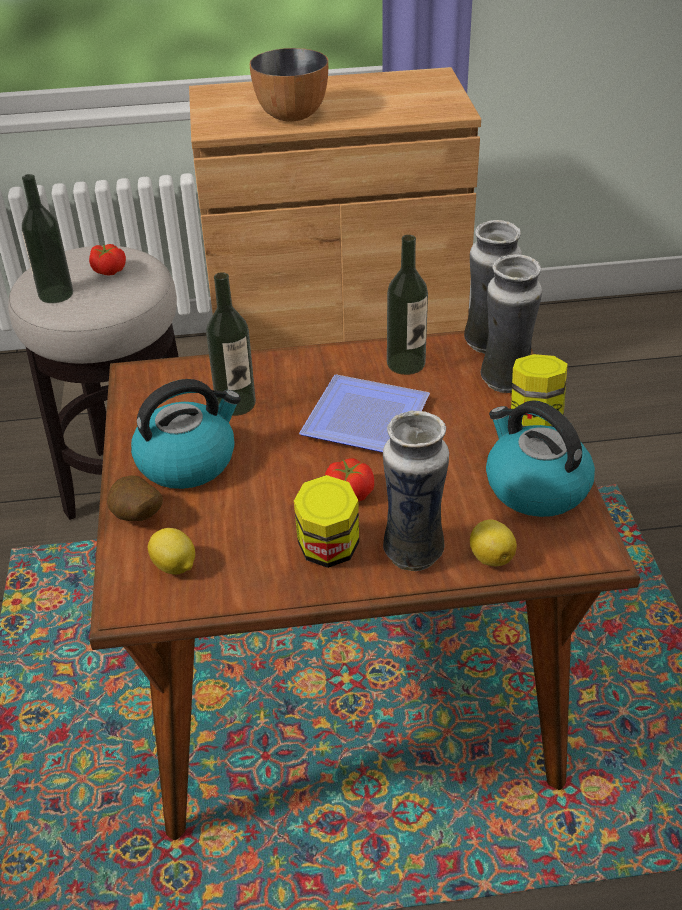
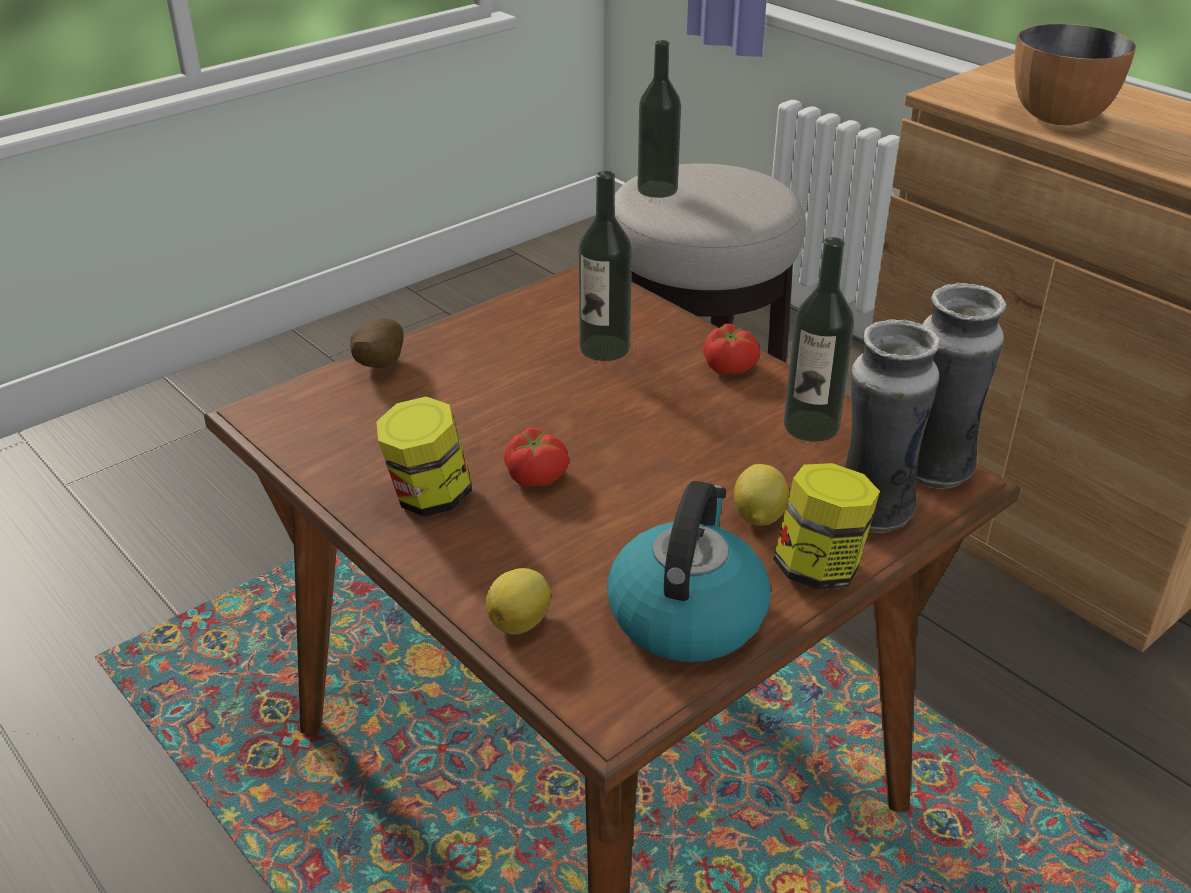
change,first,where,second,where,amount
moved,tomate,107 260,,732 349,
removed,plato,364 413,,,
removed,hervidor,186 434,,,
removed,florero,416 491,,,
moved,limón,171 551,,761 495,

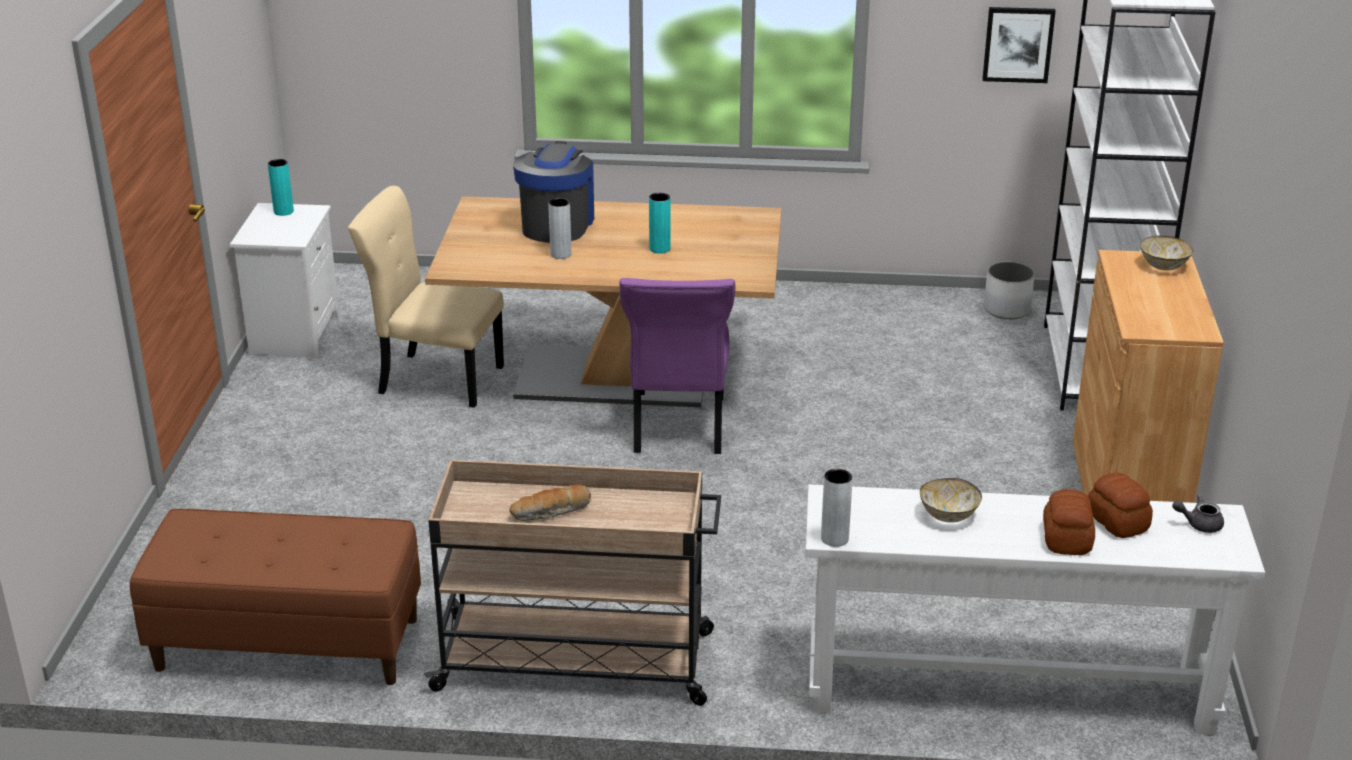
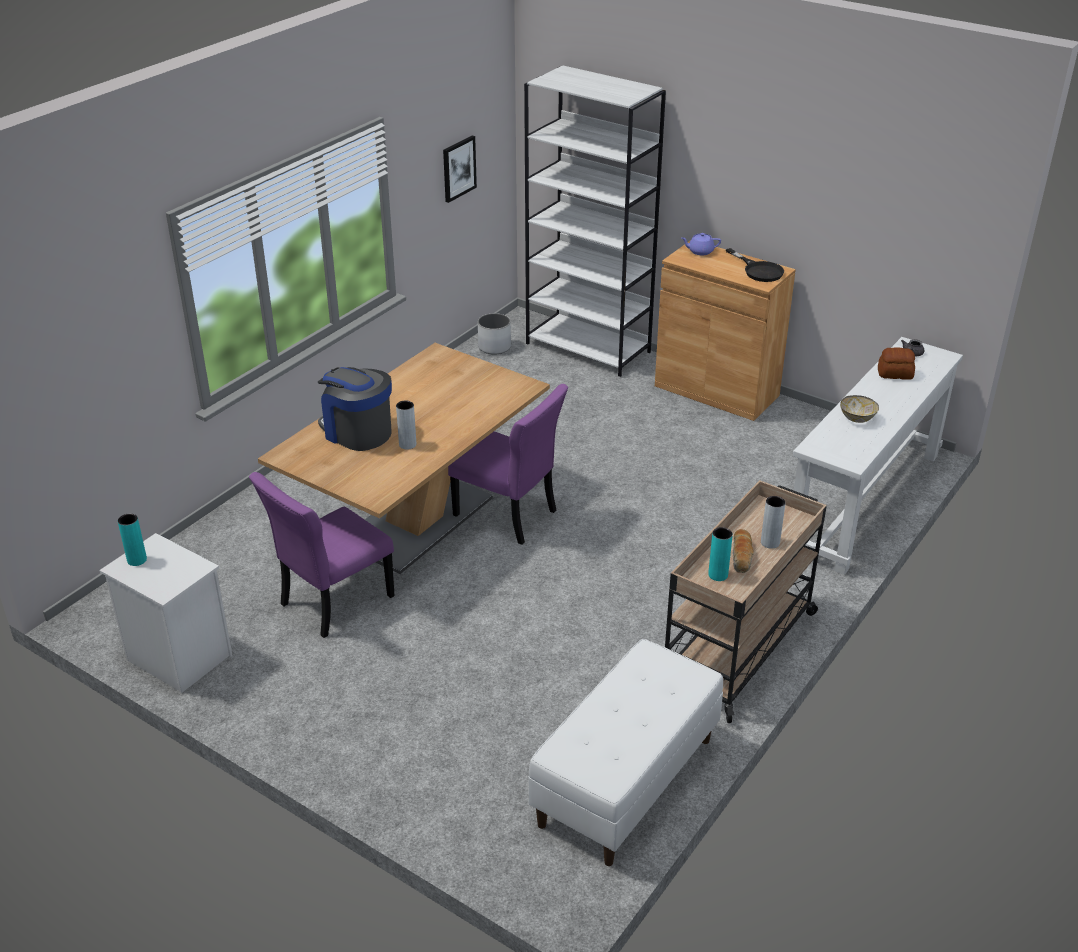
change,first,where,second,where,amount
recoloured,silla/beis,426 297,silla/morado,321 555,
moved,florero/turquesa,659 223,,720 554,
replaced,cuenco,1166 253,tetera/morado,701 244,
moved,florero/gris,837 508,,773 522,
removed,pan,1069 522,,,
recoloured,banco/marrón,275 597,banco/blanco,625 752,
added,,,sartén/negro,755 265,

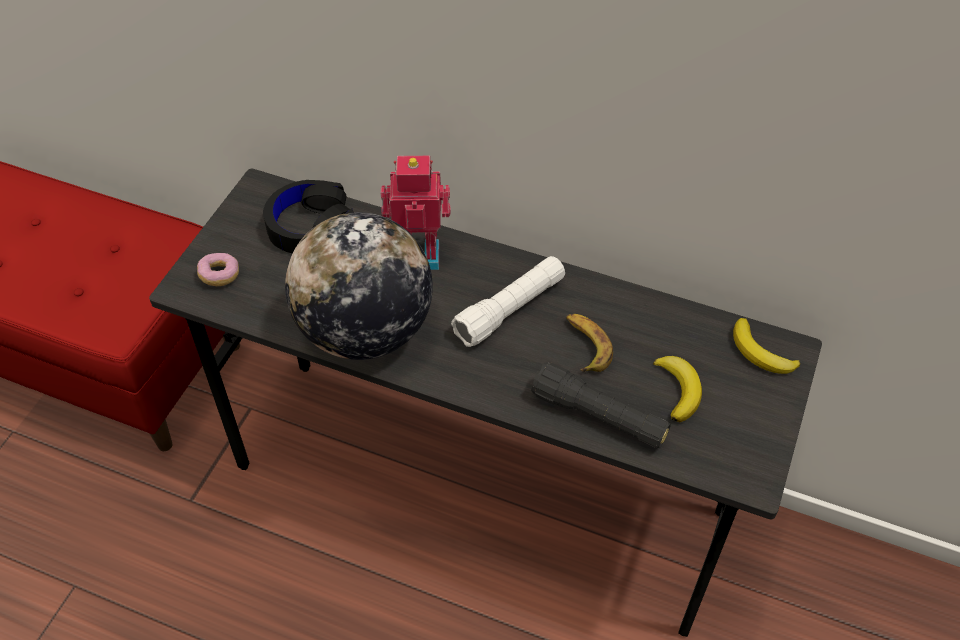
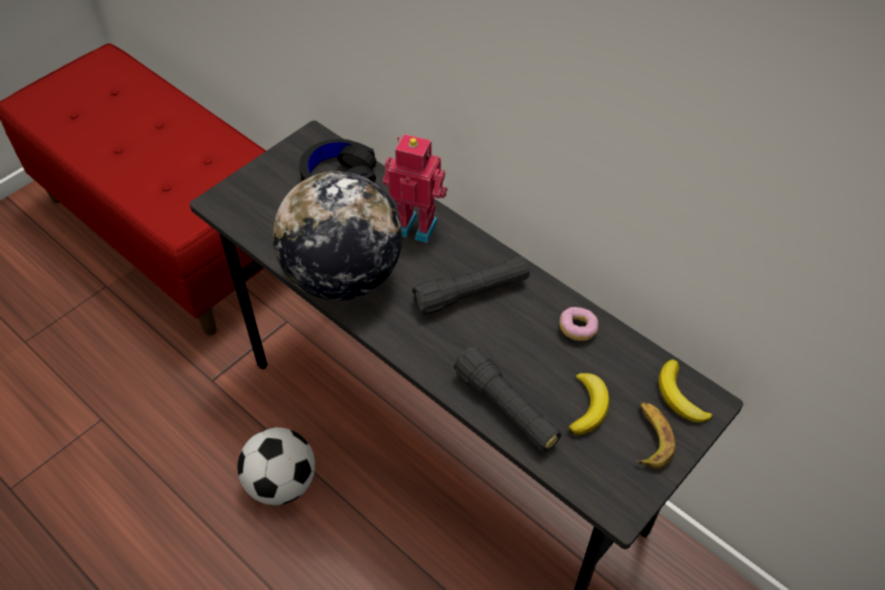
change,first,where,second,where,amount
moved,rosquilla,218 269,,578 324,
recoloured,linterna/blanco,508 301,linterna/negro,471 286,
moved,plátano,589 343,,656 435,
added,,,balón de fútbol,276 466,

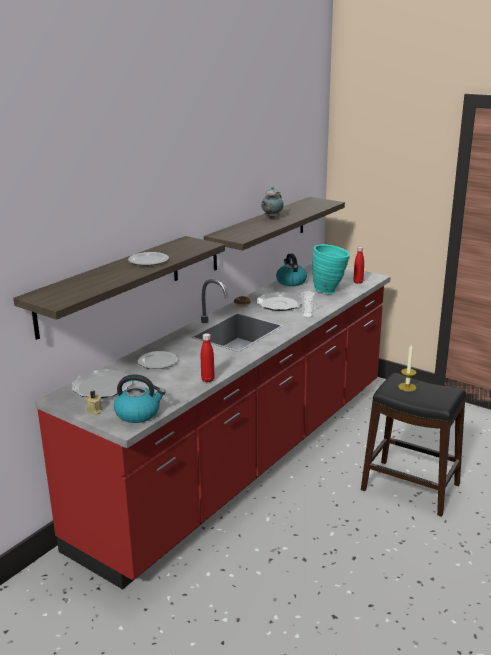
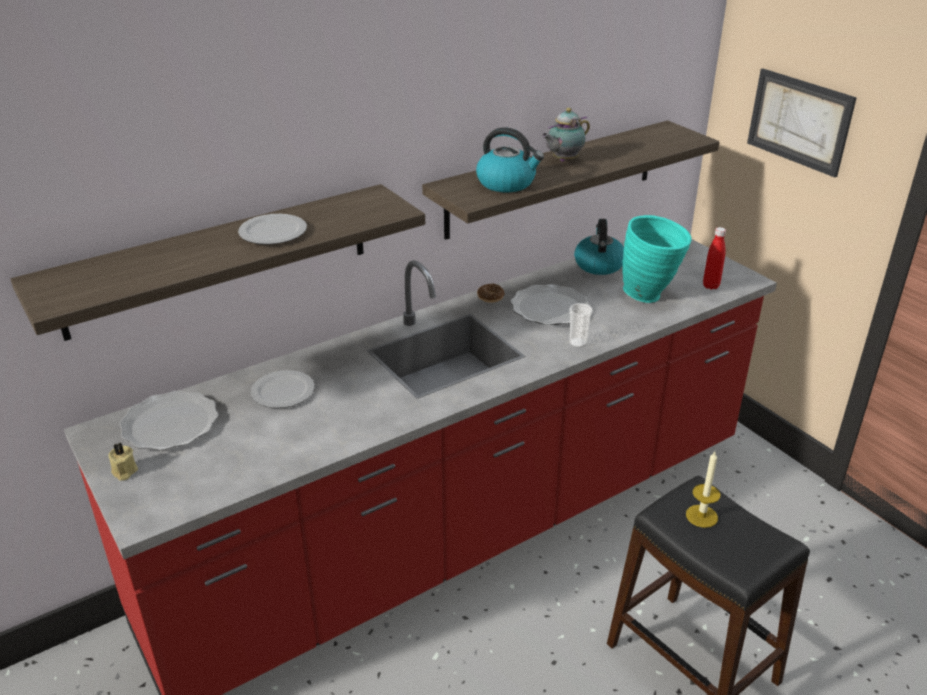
change,first,where,second,where,amount
removed,botella/rojo,208 357,,,
moved,hervidor,140 398,,510 159,
added,,,cuadro,802 123,

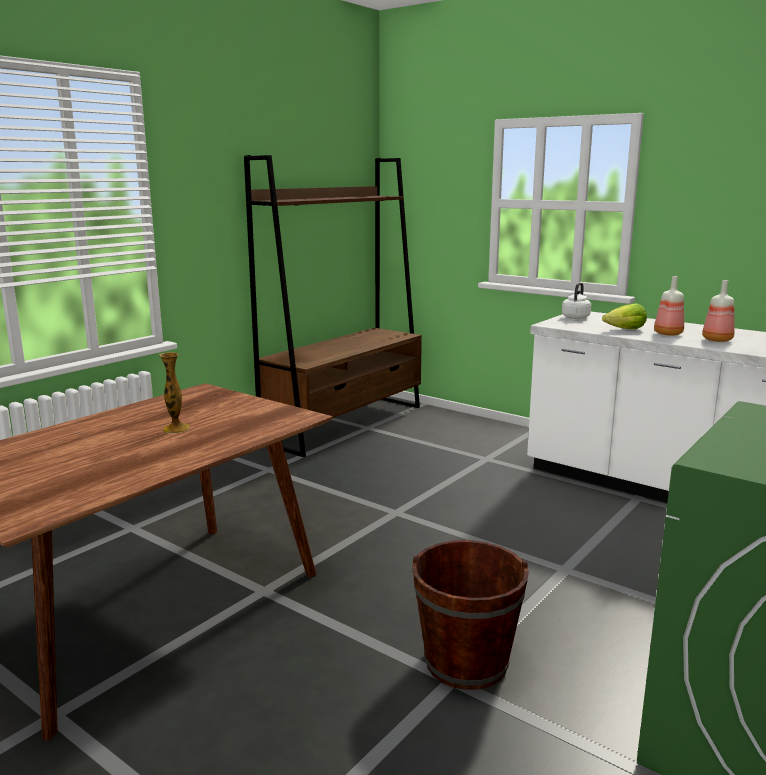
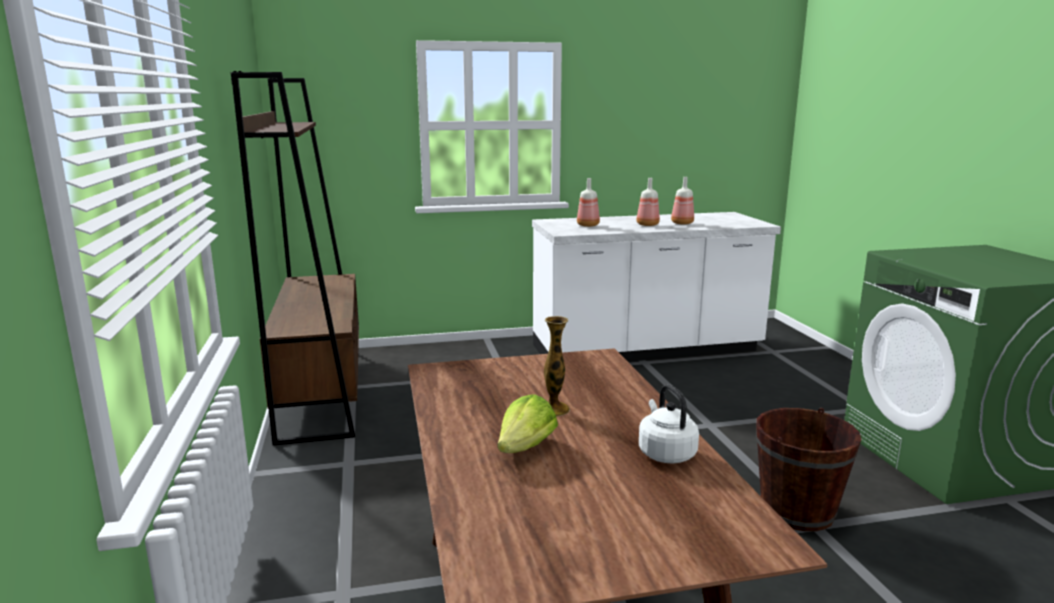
change,first,where,second,where,amount
moved,hervidor/blanco,576 301,,669 424,
moved,lechuga,624 316,,528 423,
added,,,botella,588 202,

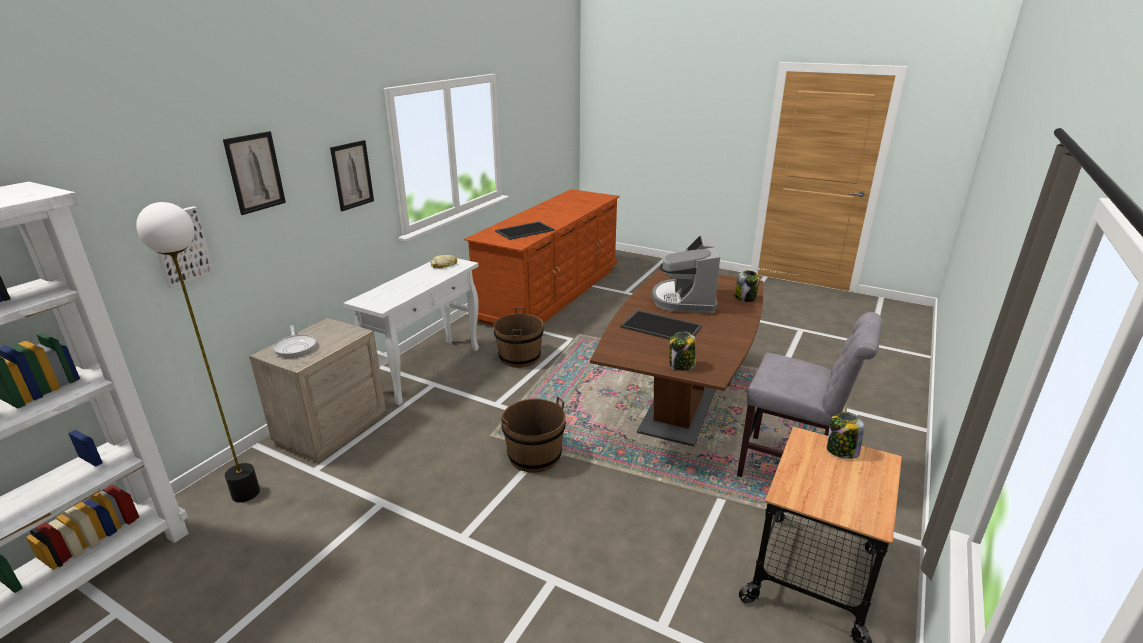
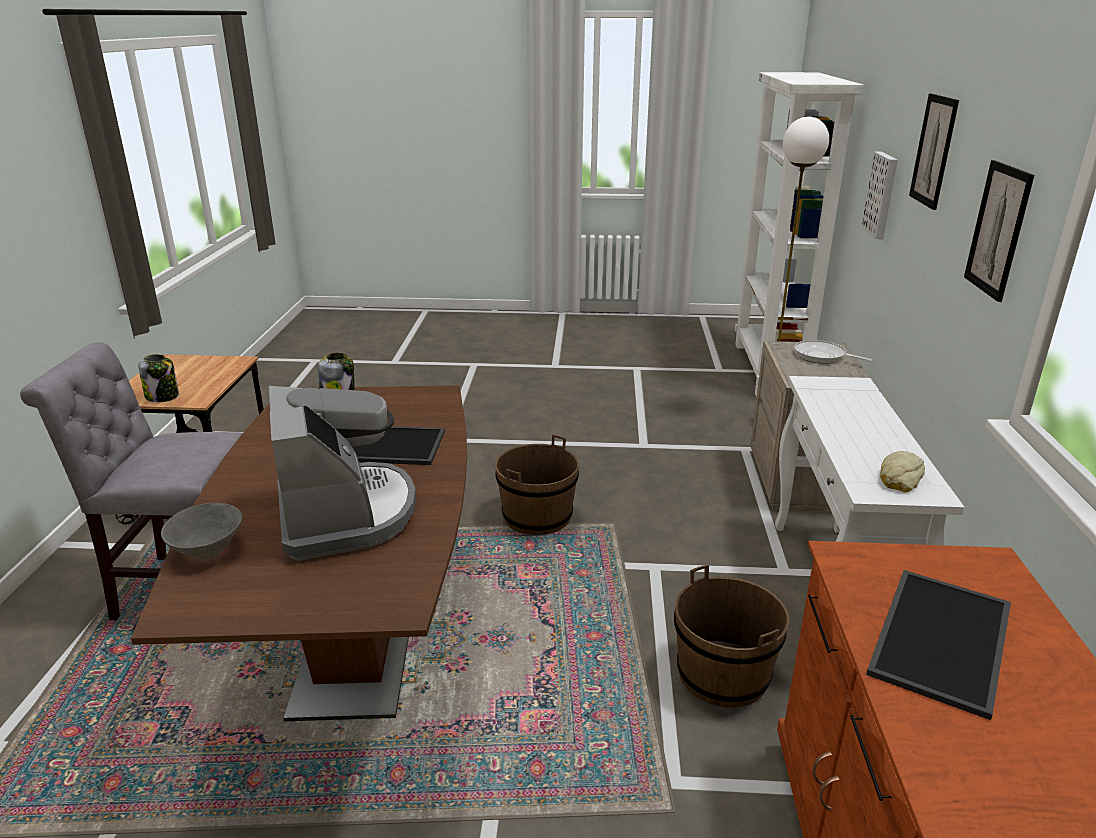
change,first,where,second,where,amount
replaced,tarro,747 286,cuenco/gris,201 531,

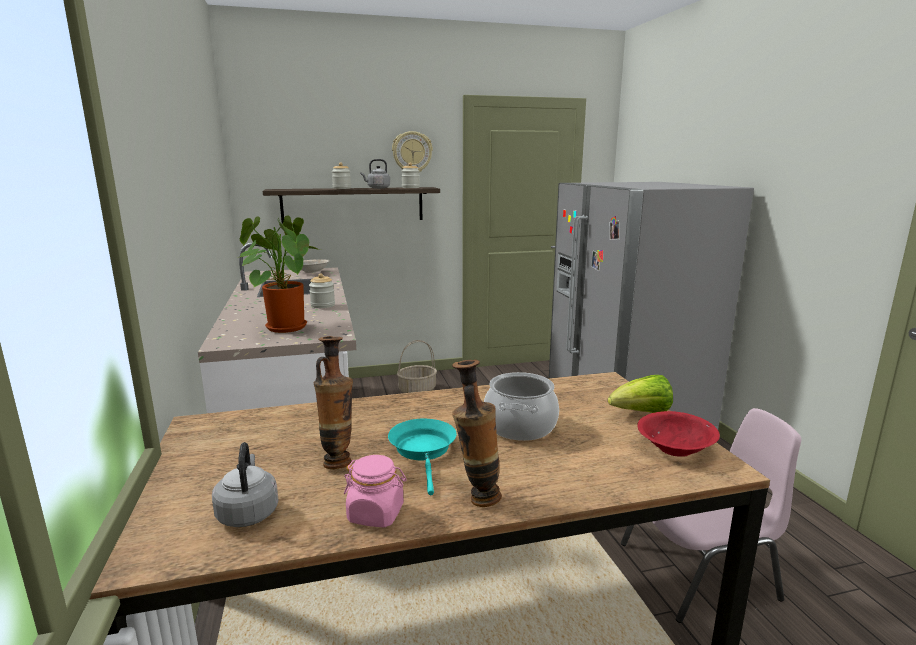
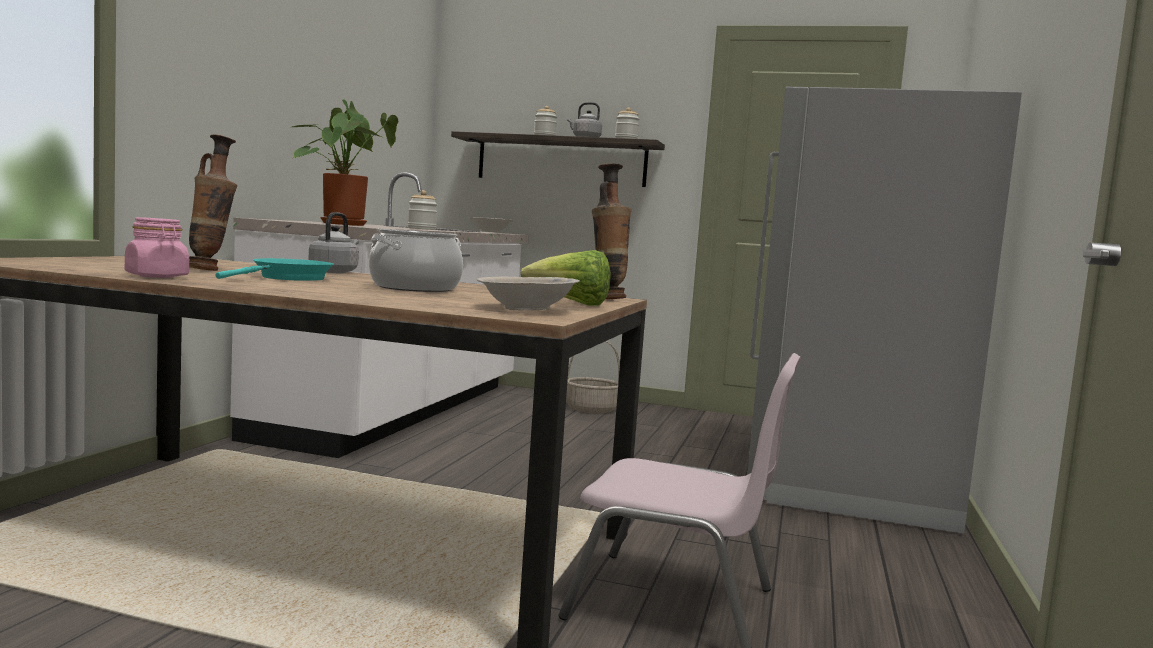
change,first,where,second,where,amount
removed,reloj de pared,412 151,,,
moved,florero,477 433,,611 231,
recoloured,cuenco/rojo,678 434,cuenco/beis,528 293,
moved,hervidor/gris,245 484,,333 242,

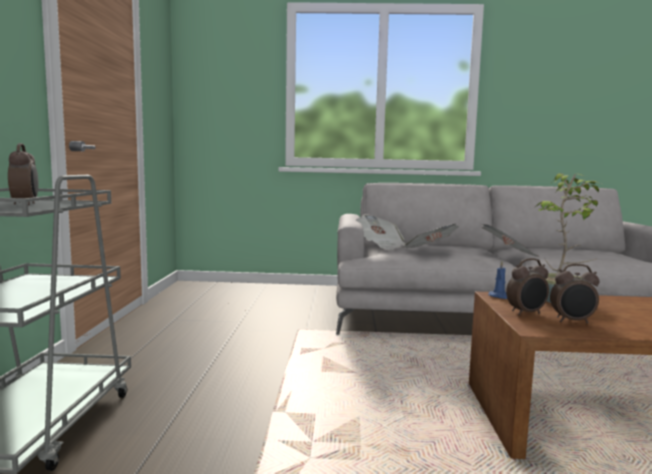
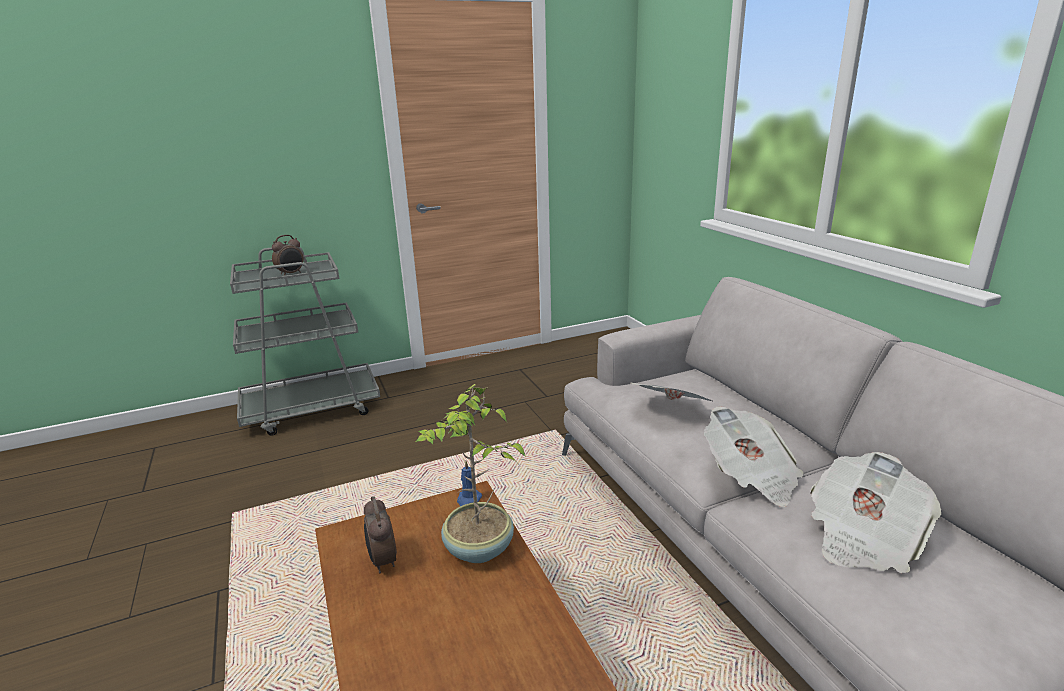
change,first,where,second,where,amount
moved,periódico,380 232,,875 512,
removed,despertador,527 286,,,

